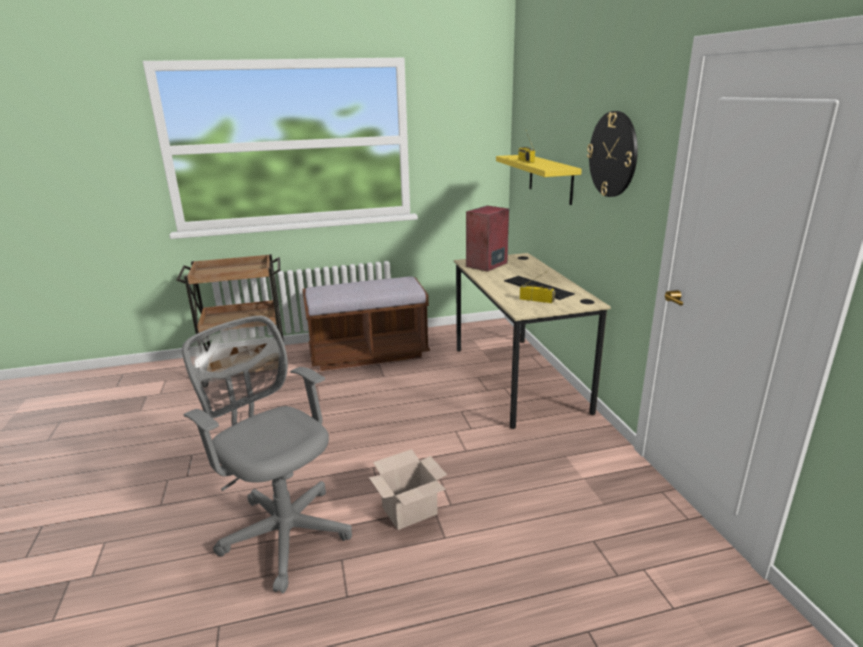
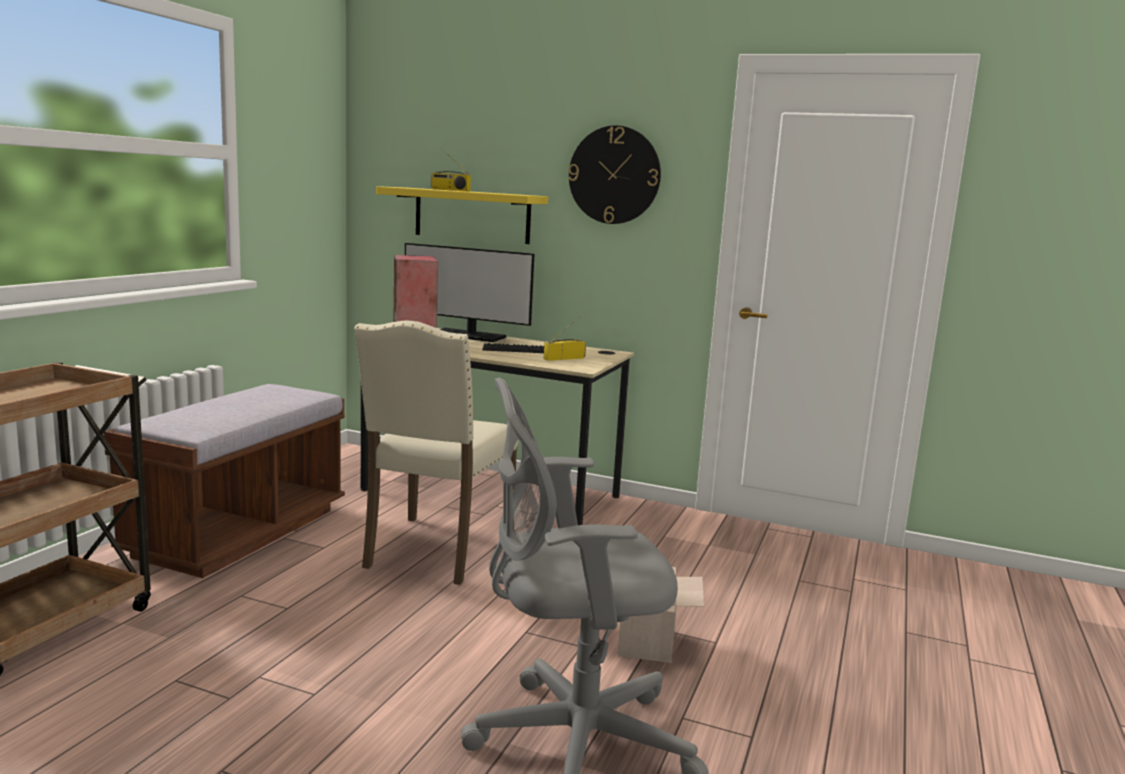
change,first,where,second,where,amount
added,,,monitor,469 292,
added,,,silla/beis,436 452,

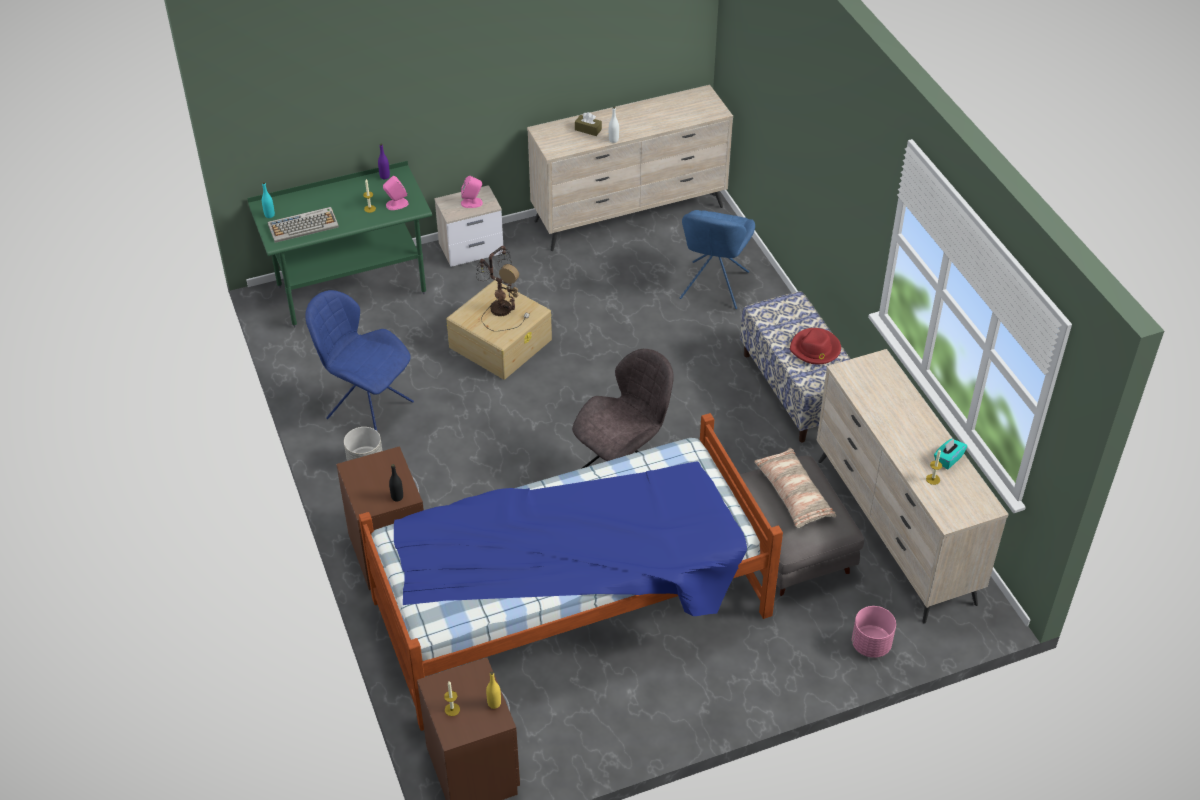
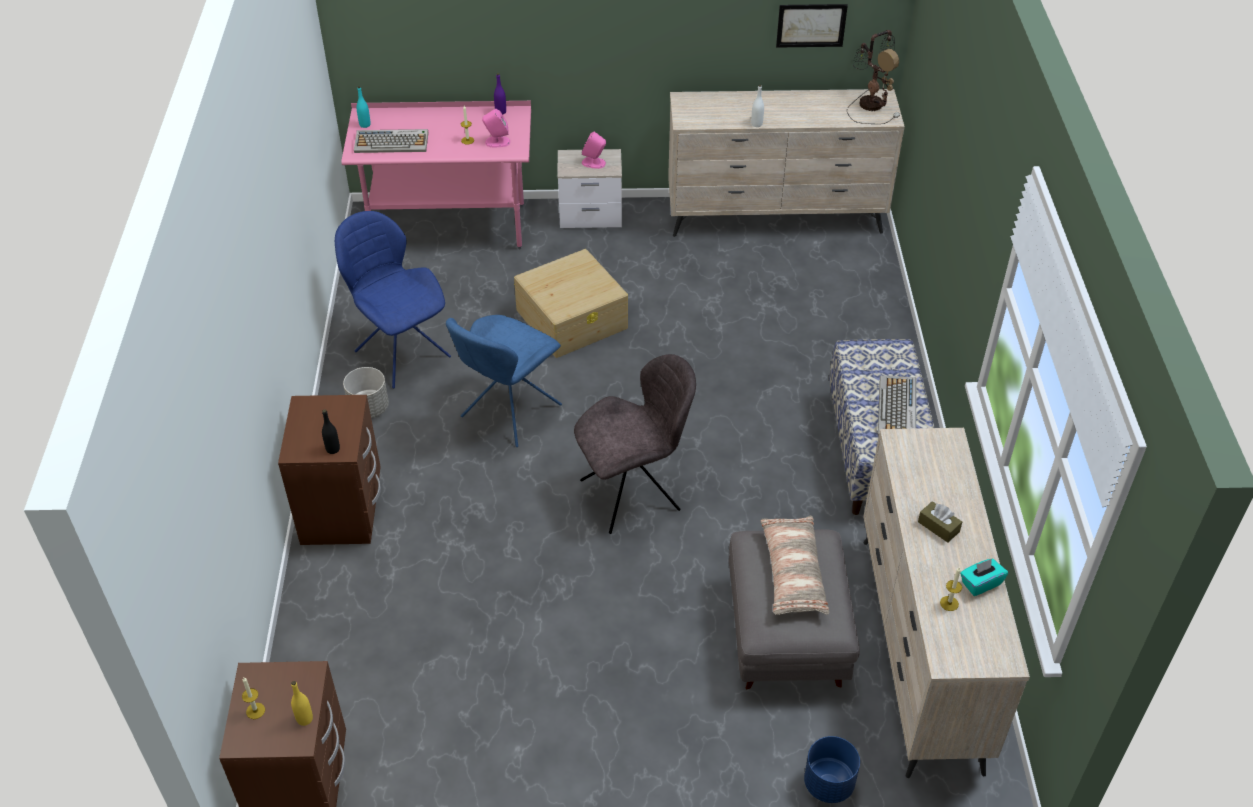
change,first,where,second,where,amount
moved,caja de pañuelos/marrón,588 124,,940 522,
recoloured,escritorio/verde,339 244,escritorio/rosa,436 175,
moved,silla/azul,717 259,,504 381,
moved,lámpara de mesa,503 288,,874 77,
replaced,sombrero/rojo,815 346,teclado,897 406,
removed,cama,570 572,,,
recoloured,maceta/rosa,874 632,maceta/azul,832 769,
added,,,cuadro,812 26,

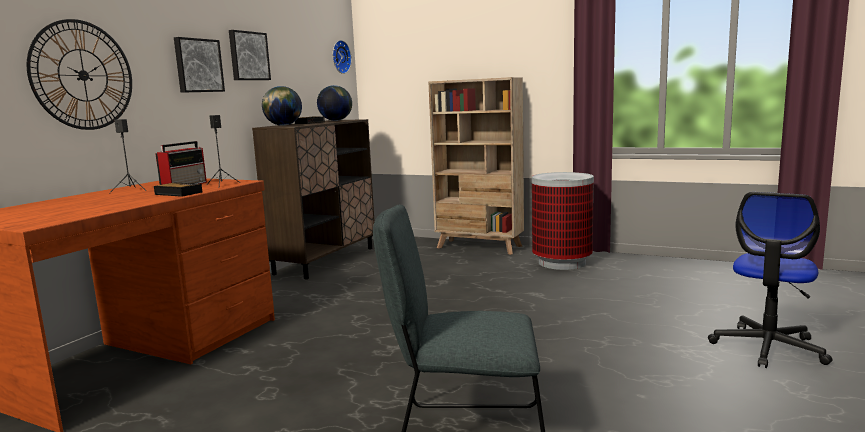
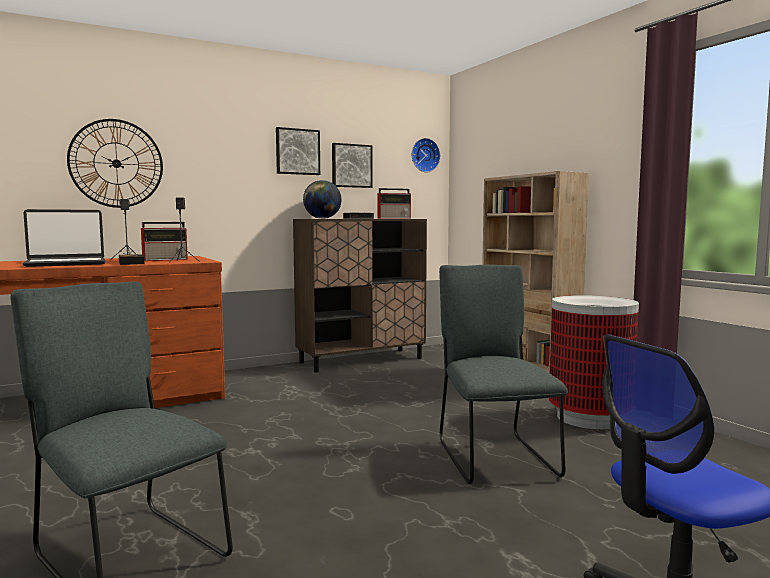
change,first,where,second,where,amount
moved,cuadro,199 65,,352 165,
replaced,globo terráqueo,334 103,radio,394 203,
added,,,portátil,64 238,
added,,,silla/gris,503 374,

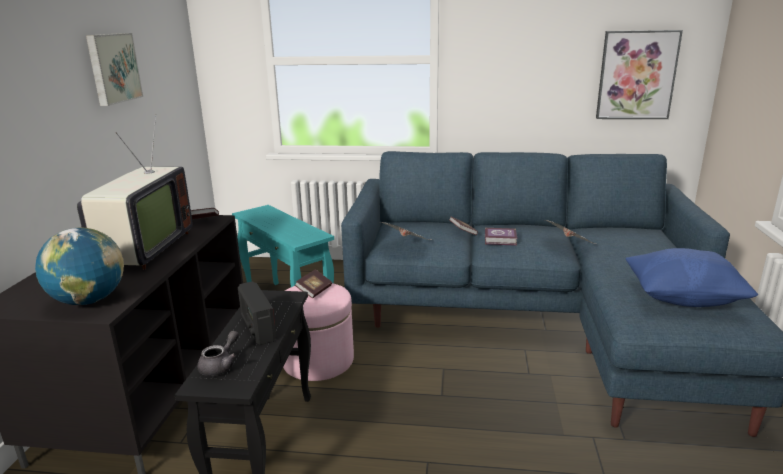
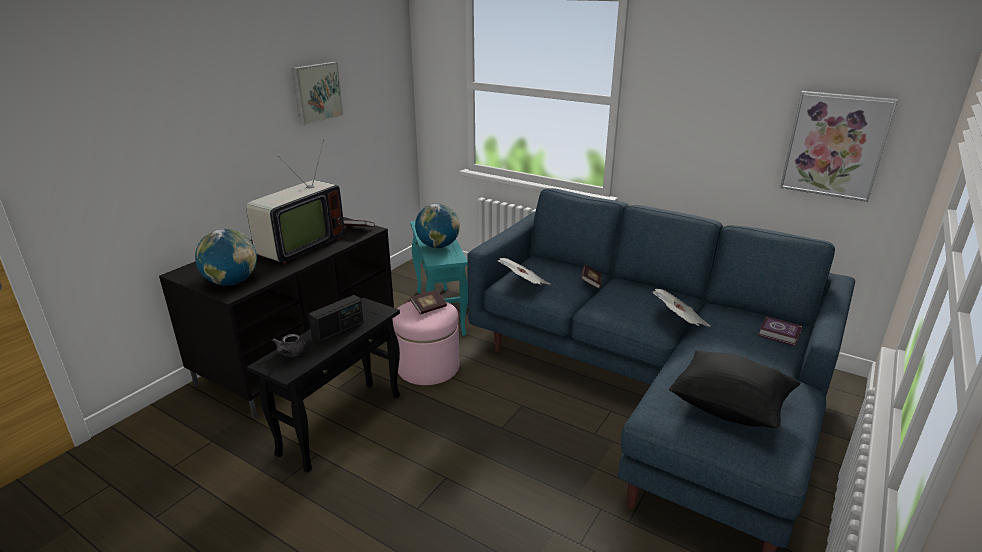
change,first,where,second,where,amount
moved,libro,501 237,,780 331,
recoloured,cojín/azul,691 277,cojín/negro,735 389,
turned,radio,257 313,,336 319,135 degrees counterclockwise
turned,tetera/gris,218 353,,289 345,135 degrees clockwise
added,,,globo terráqueo,437 225,

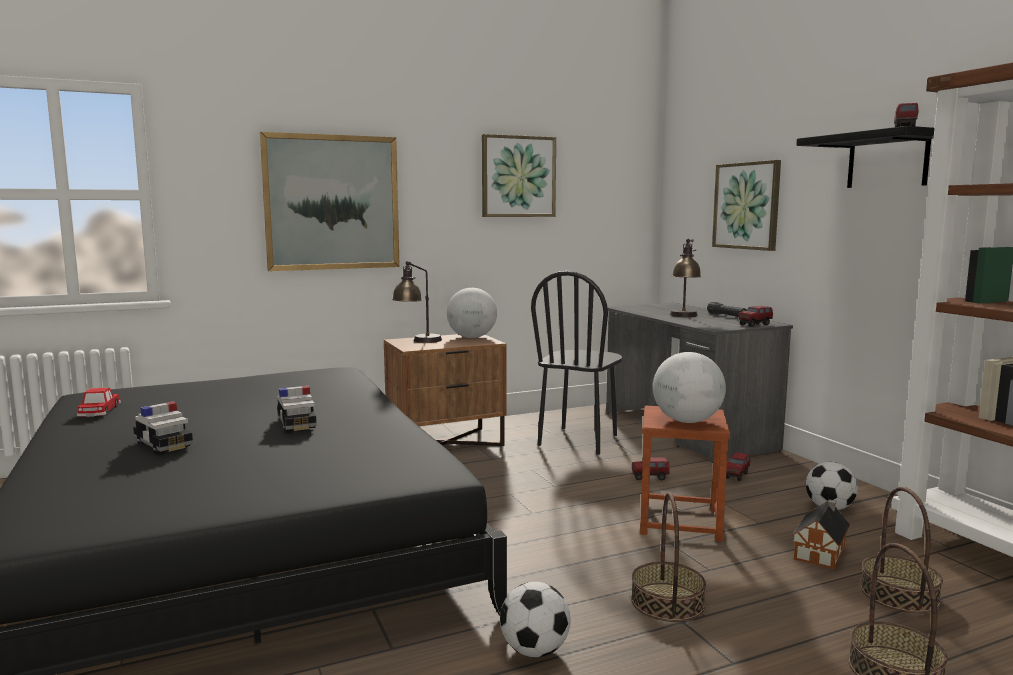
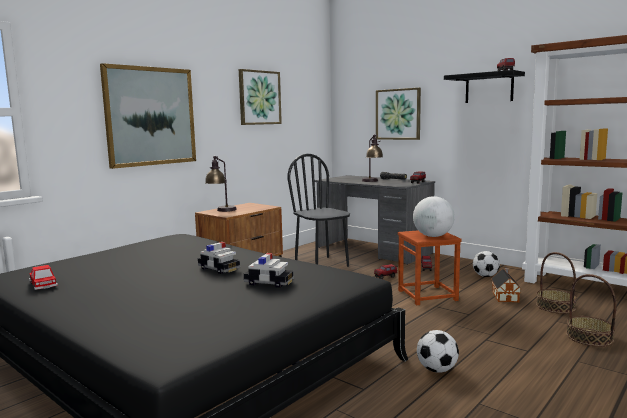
change,first,where,second,where,amount
turned,silla/negro,577 363,,318 210,150 degrees clockwise
removed,globo terráqueo,472 313,,,
moved,coche de juguete,163 428,,269 270,
removed,cesta,668 557,,,

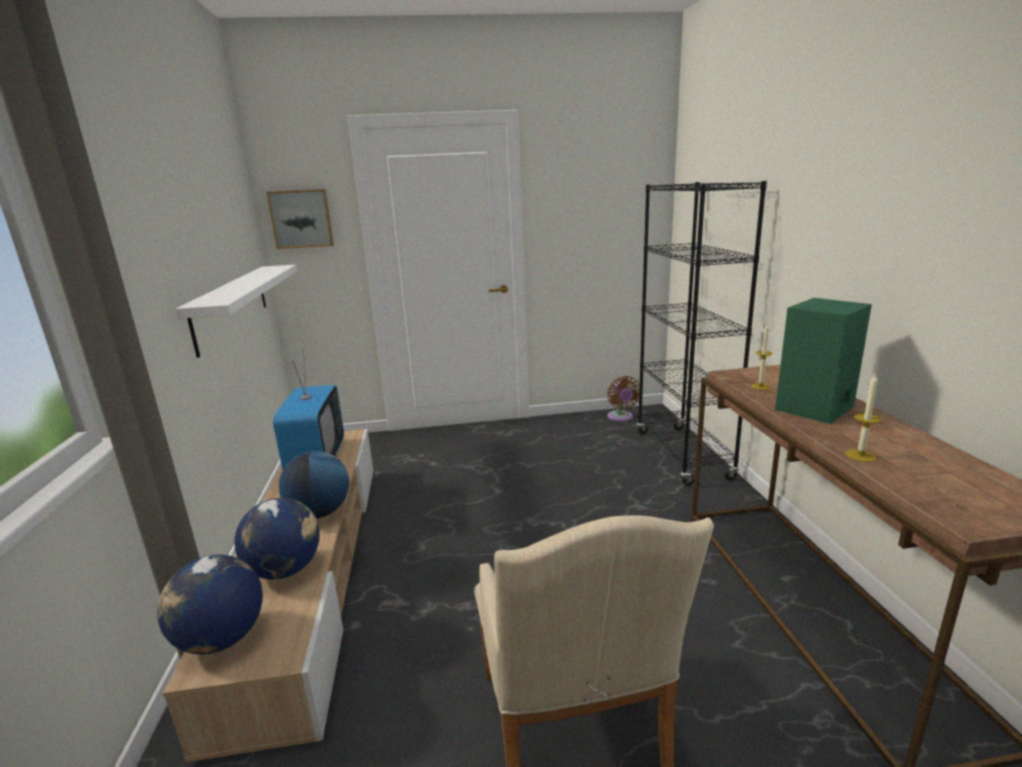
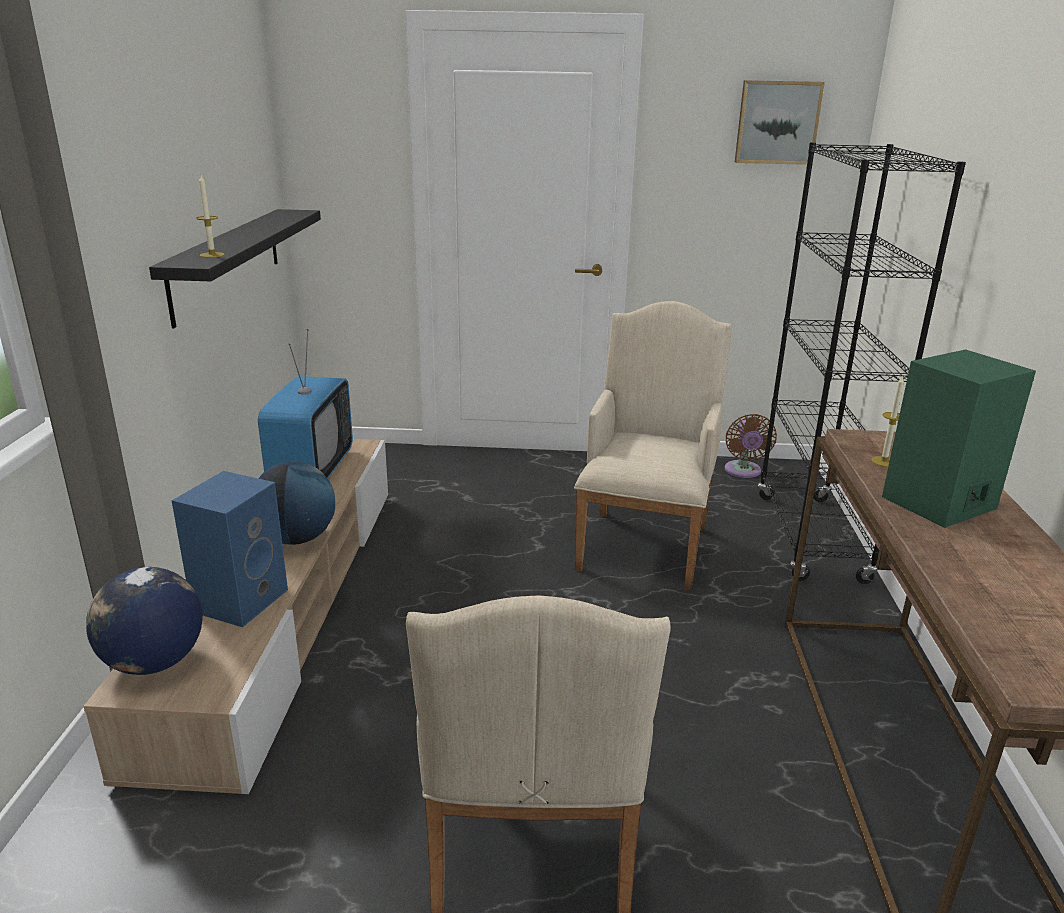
change,first,where,second,where,amount
moved,cuadro,300 219,,780 122,
recoloured,estante/blanco,236 311,estante/negro,235 268,
moved,vela,863 417,,210 216,
replaced,globo terráqueo,277 539,altavoz/azul,230 549,
added,,,sillón/beis,653 445,

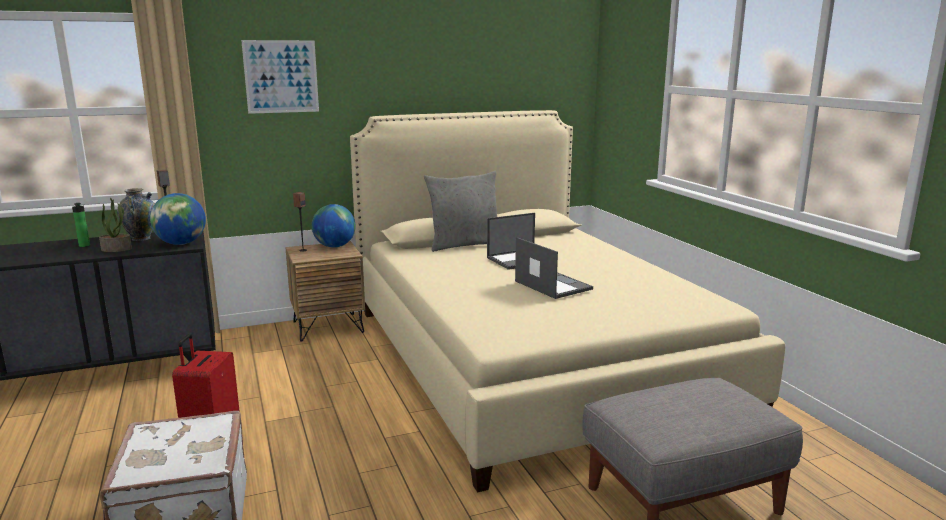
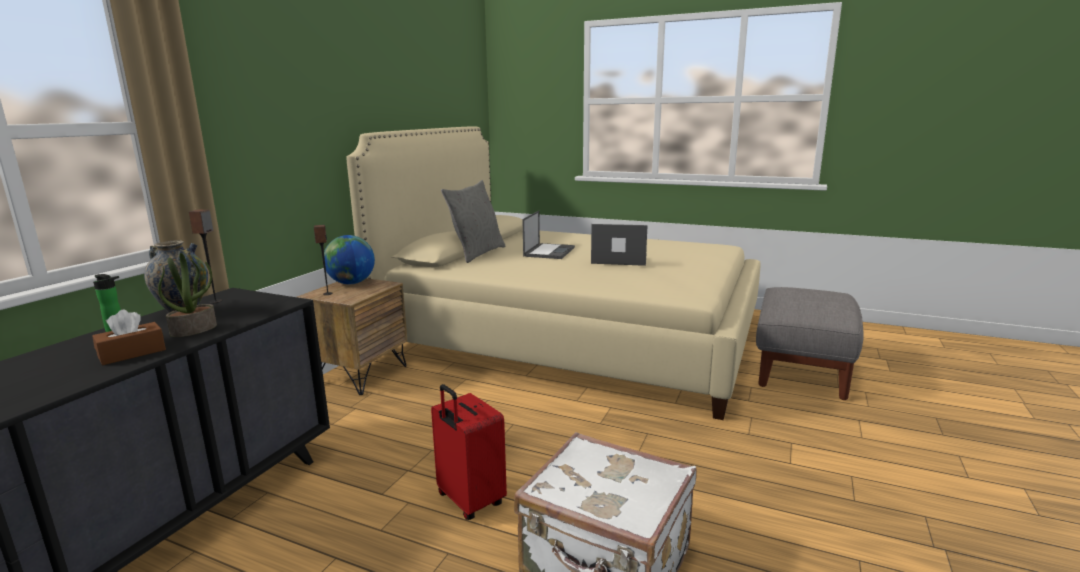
change,first,where,second,where,amount
removed,cuadro,280 77,,,
removed,globo terráqueo,178 219,,,
added,,,caja de pañuelos/marrón,129 337,

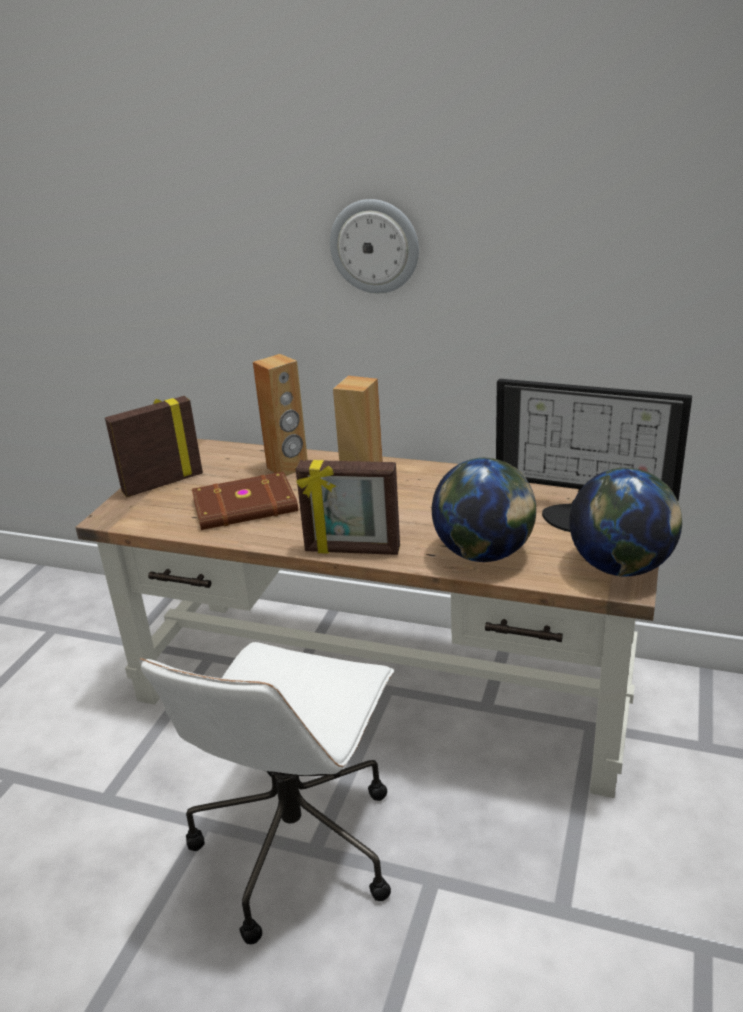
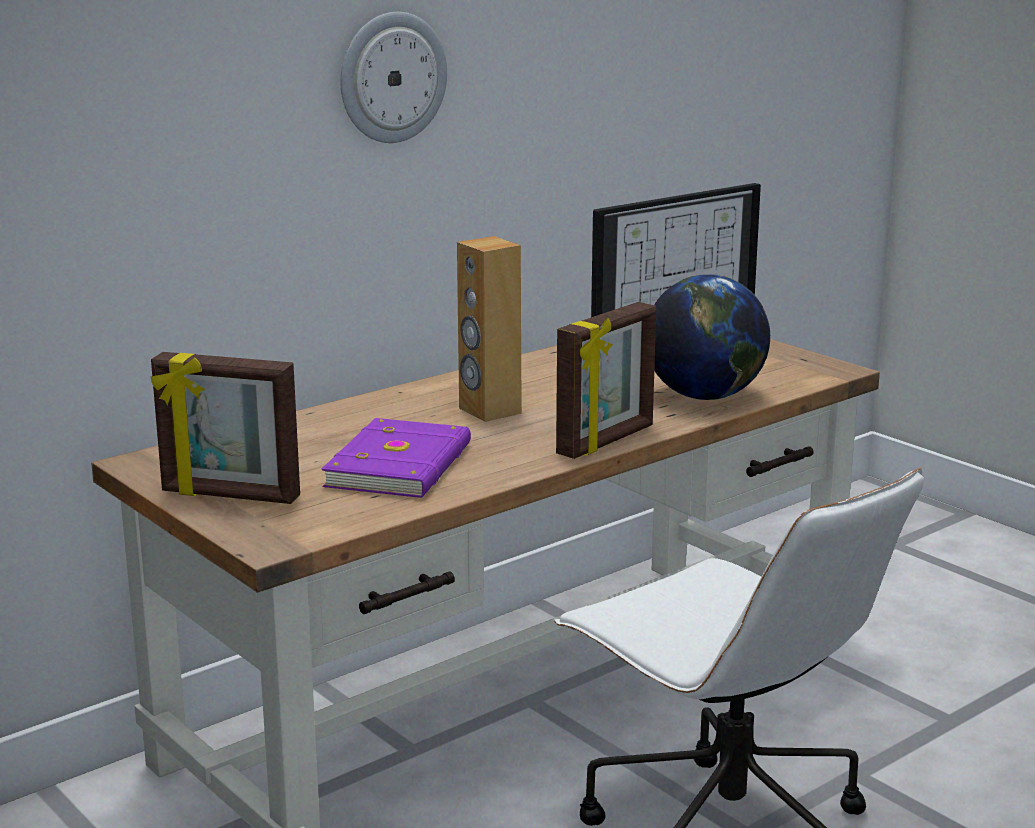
change,first,where,second,where,amount
removed,altavoz/marrón,280 415,,,
turned,portarretratos,154 446,,225 428,75 degrees counterclockwise
removed,globo terráqueo,625 522,,,
recoloured,libro/marrón,245 501,libro/morado,396 458,

